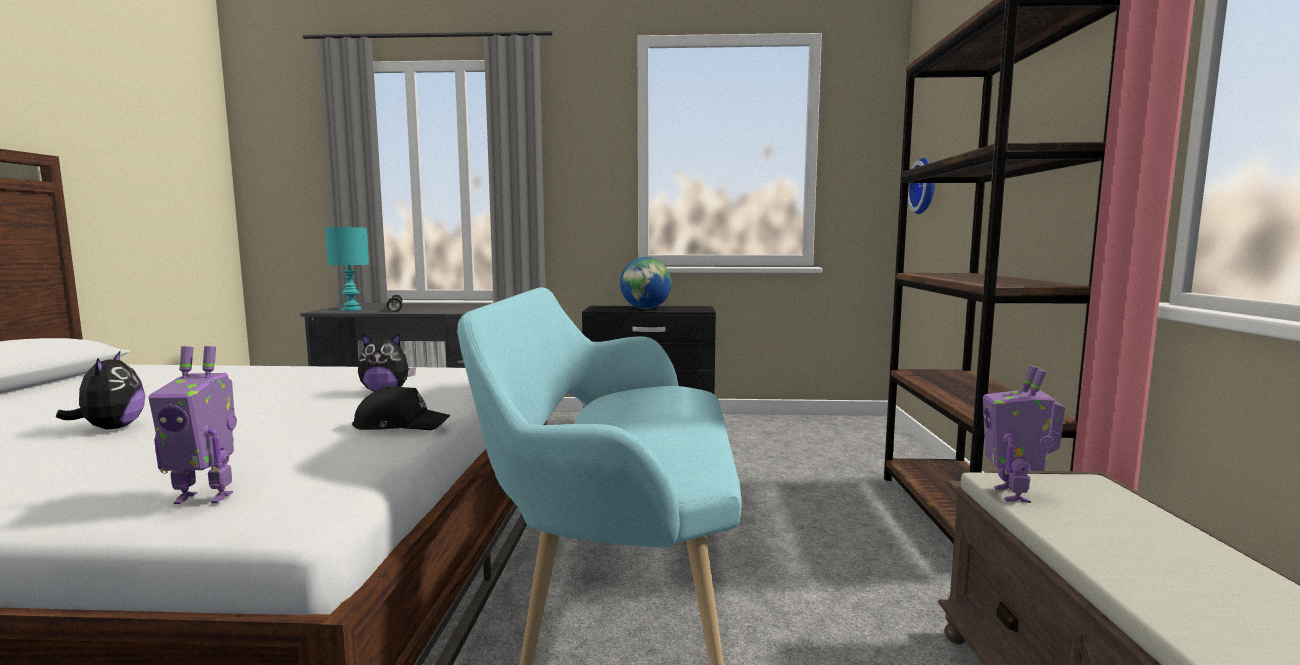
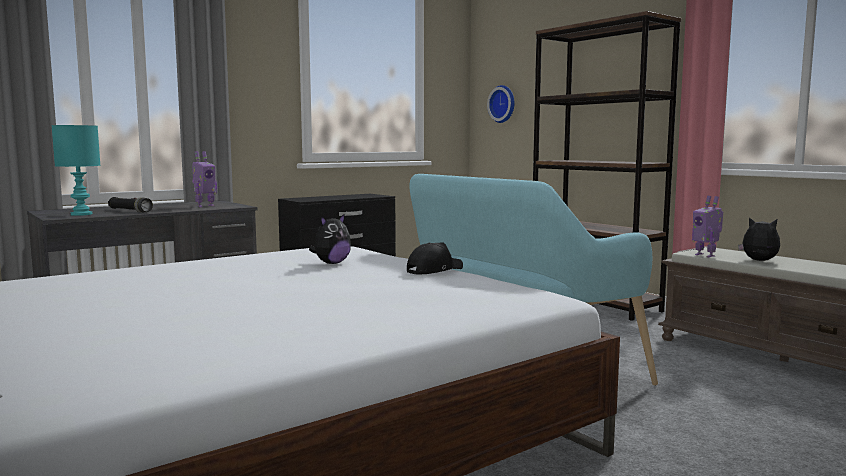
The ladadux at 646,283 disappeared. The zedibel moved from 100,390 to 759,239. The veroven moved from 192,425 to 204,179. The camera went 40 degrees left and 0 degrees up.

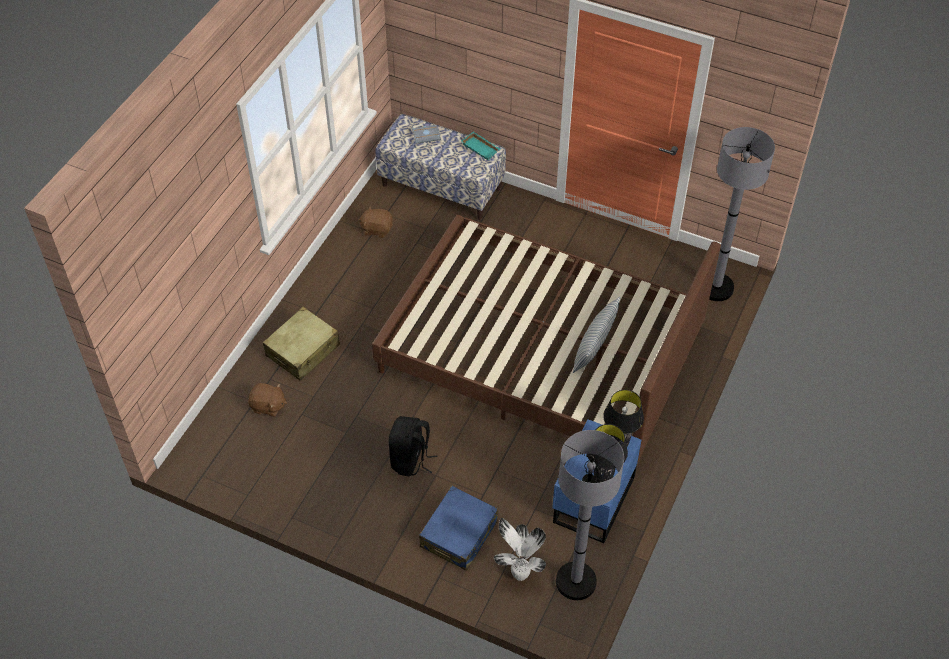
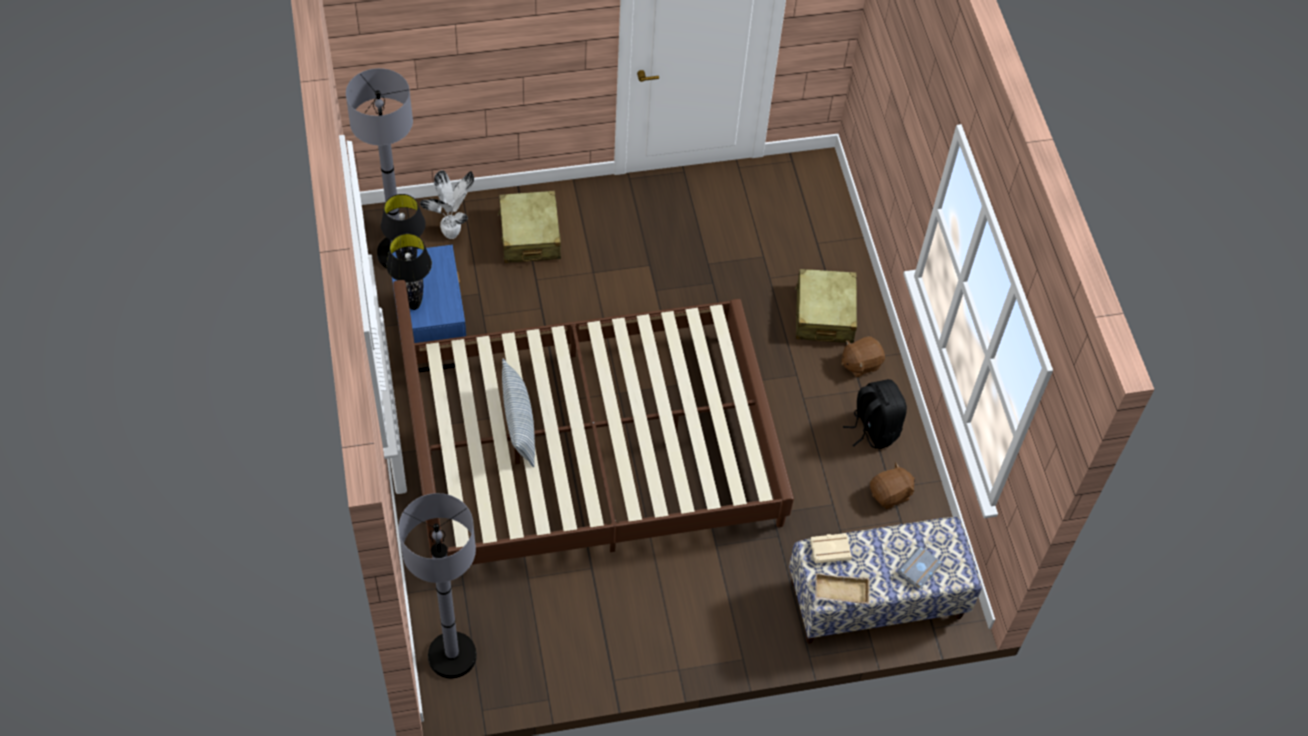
The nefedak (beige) at 831,548 appeared. The zedibel (brown) moved from 267,400 to 863,357. The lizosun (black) moved from 413,446 to 875,414. The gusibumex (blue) at 458,528 became the gusibumex (beige) at 529,227. The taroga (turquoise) at 480,146 became the taroga (beige) at 842,588. The camera went 140 degrees right and 5 degrees up.

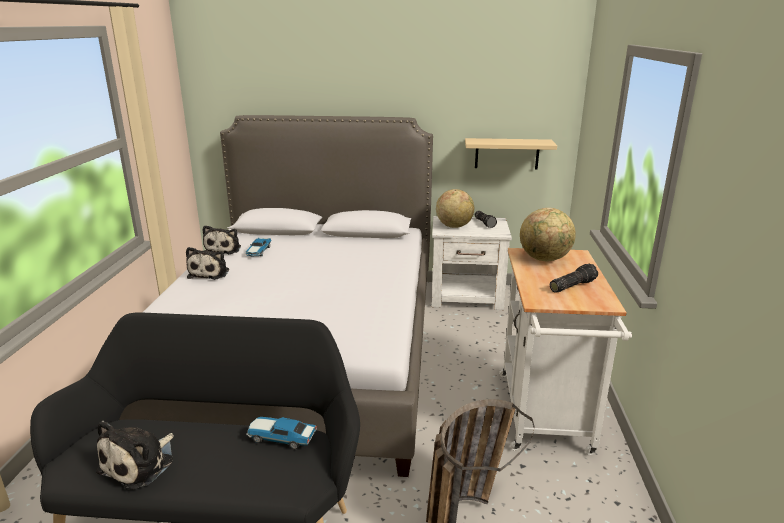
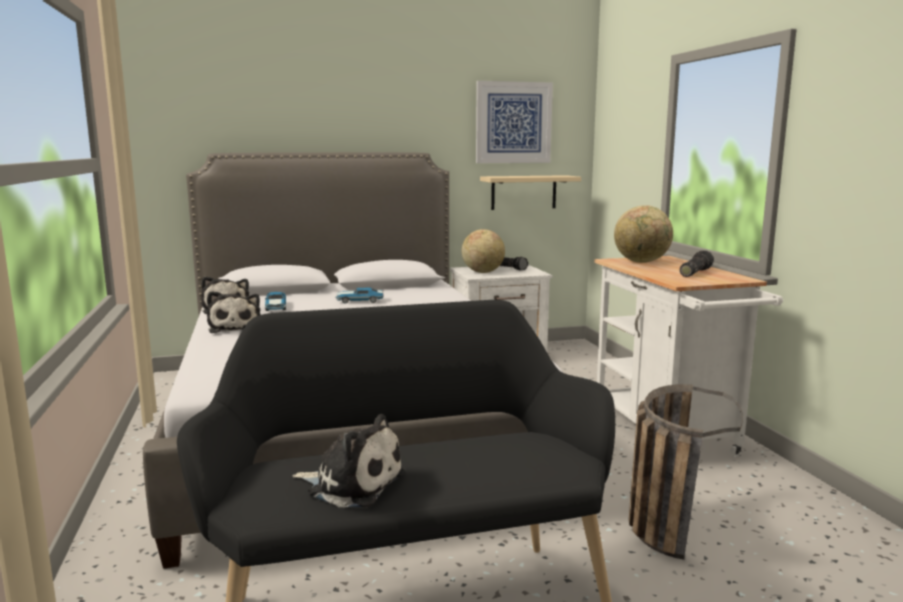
The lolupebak at 514,122 appeared. The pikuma moved from 281,433 to 359,296. The zedibel at 135,455 turned 75 degrees counterclockwise. The camera went 20 degrees left and 10 degrees down.

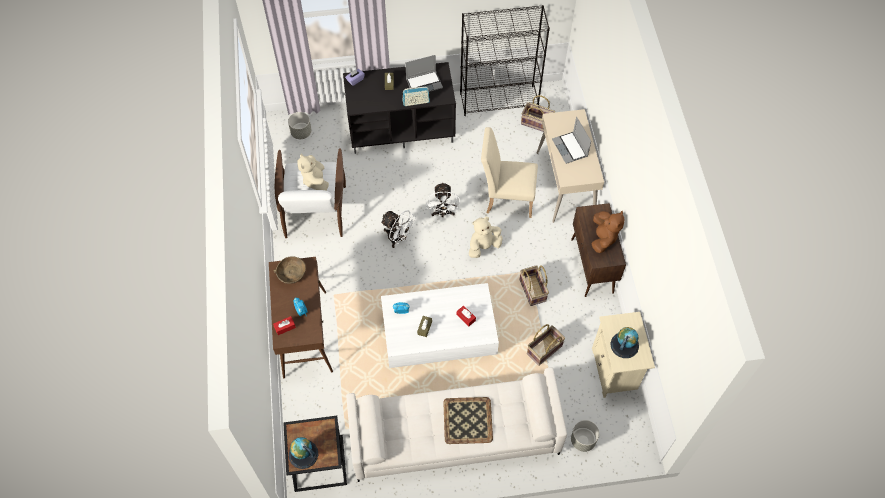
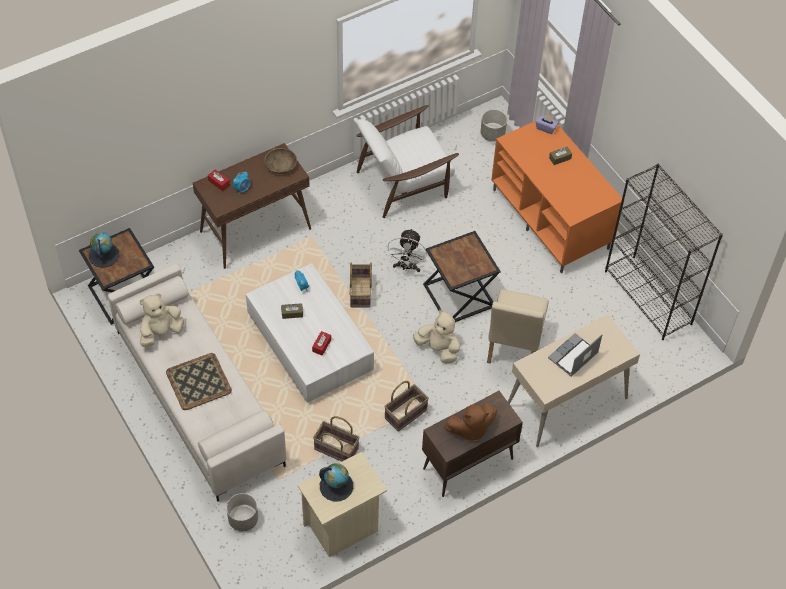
The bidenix at 416,96 disappeared. The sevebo at 424,73 disappeared. The zedibel (beige) moved from 313,171 to 162,320. The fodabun moved from 538,113 to 361,285. The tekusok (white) at 443,199 was replaced by the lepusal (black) at 462,276. The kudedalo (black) at 399,108 became the kudedalo (orange) at 557,194. The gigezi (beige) at 509,172 turned 150 degrees counterclockwise. The camera went 65 degrees right and 5 degrees down.

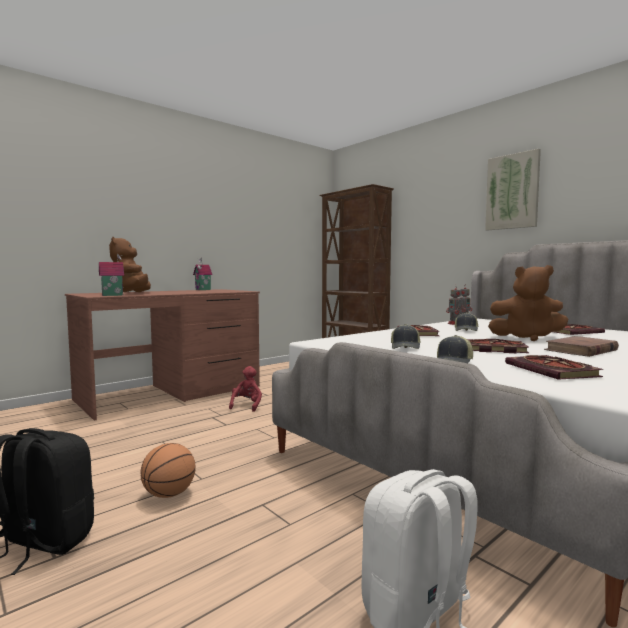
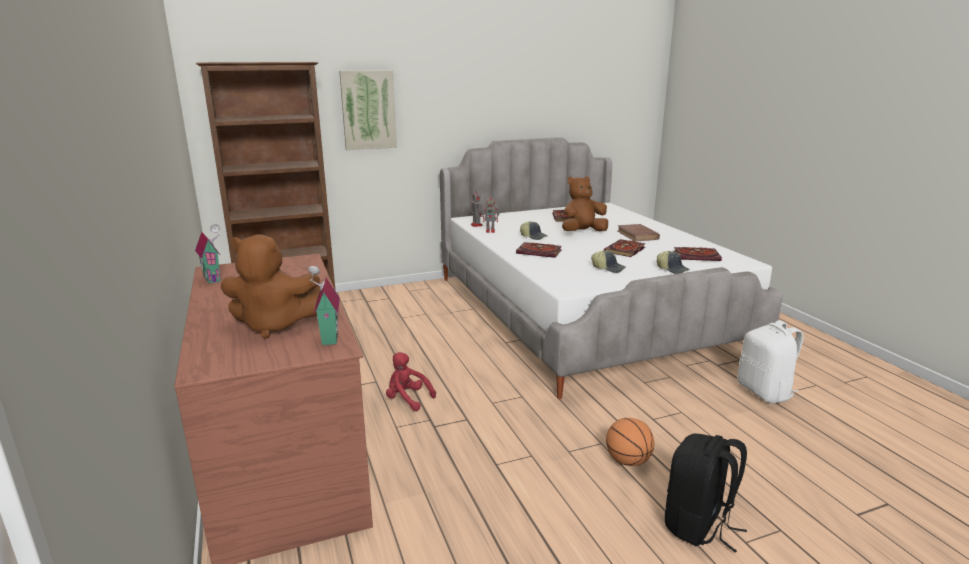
The lolupebak moved from 513,189 to 368,110. The zedibel (brown) at 528,303 turned 150 degrees counterclockwise. The camera went 70 degrees left and 15 degrees up.

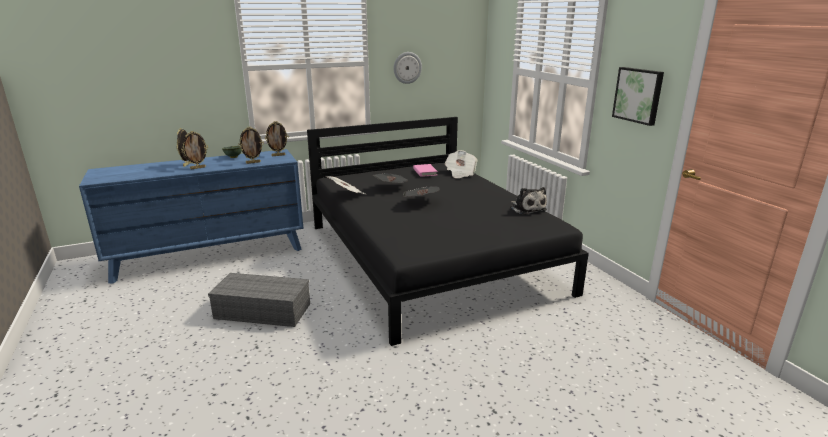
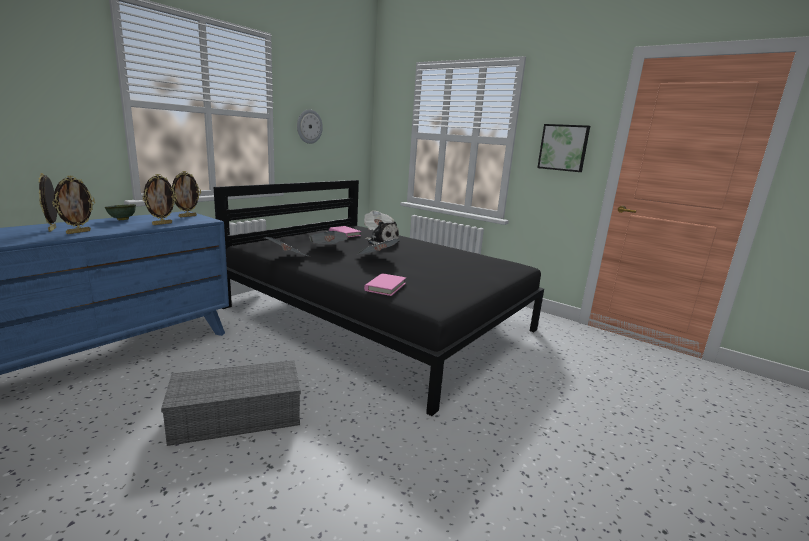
The nefedak (pink) at 385,284 appeared. The zedibel moved from 529,201 to 382,233. The camera went 30 degrees left and 5 degrees down.

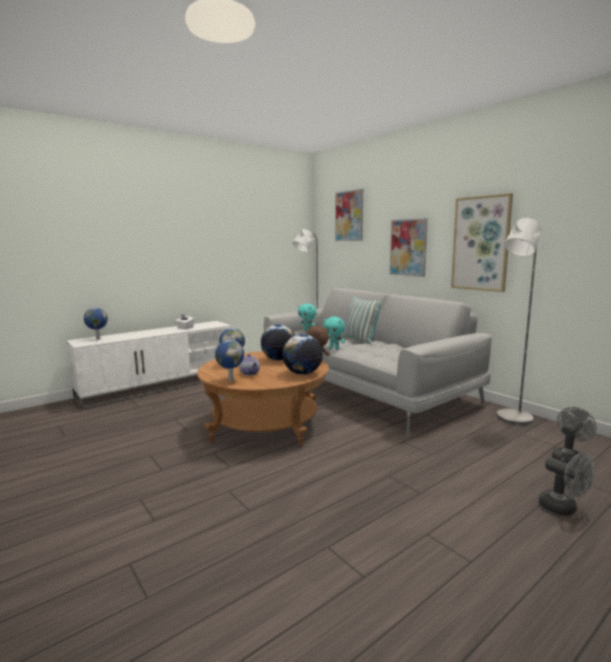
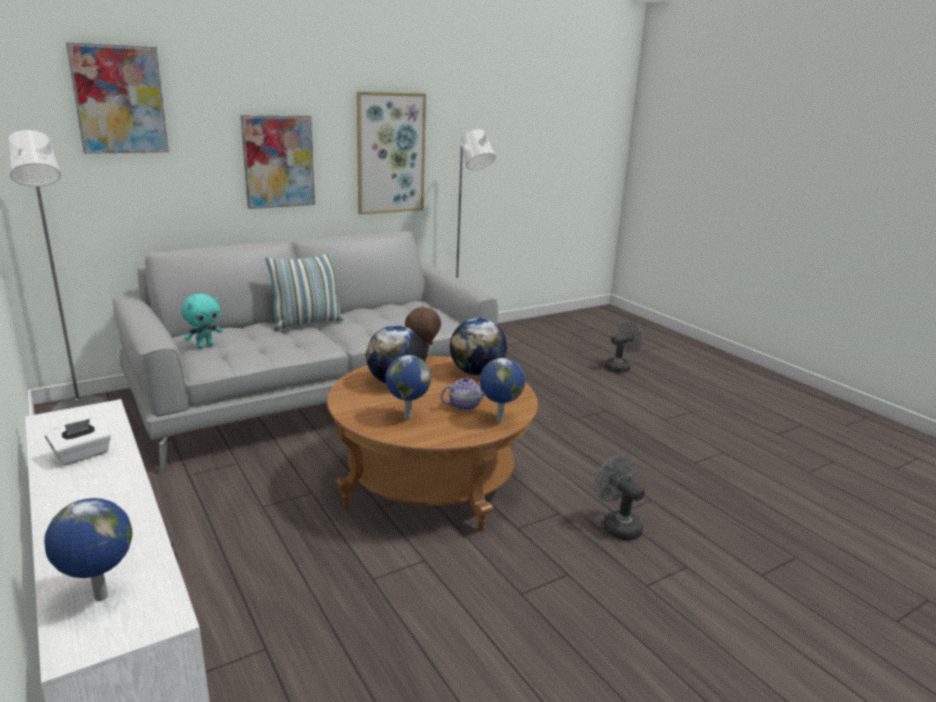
The zedibel (turquoise) at 334,333 disappeared. The tekusok (grey) moved from 574,436 to 619,497. The camera went 85 degrees left and 10 degrees up.

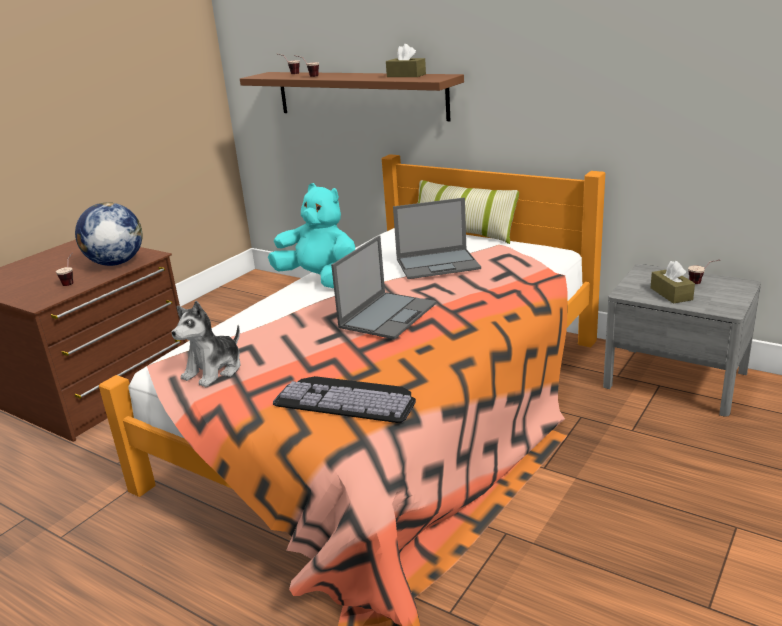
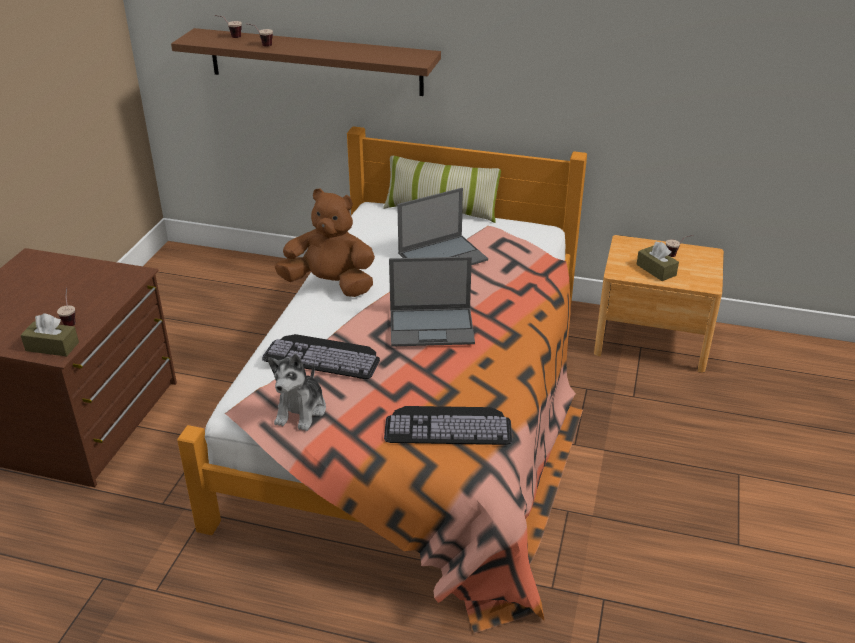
The ladadux at 109,234 disappeared. The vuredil at 321,356 appeared. The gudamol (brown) moved from 406,60 to 50,335. The zedibel (turquoise) at 311,235 became the zedibel (brown) at 325,242. The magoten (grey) at 682,340 became the magoten (brown) at 659,304. The sevebo at 384,287 turned 75 degrees clockwise. The camera went 20 degrees left and 10 degrees up.

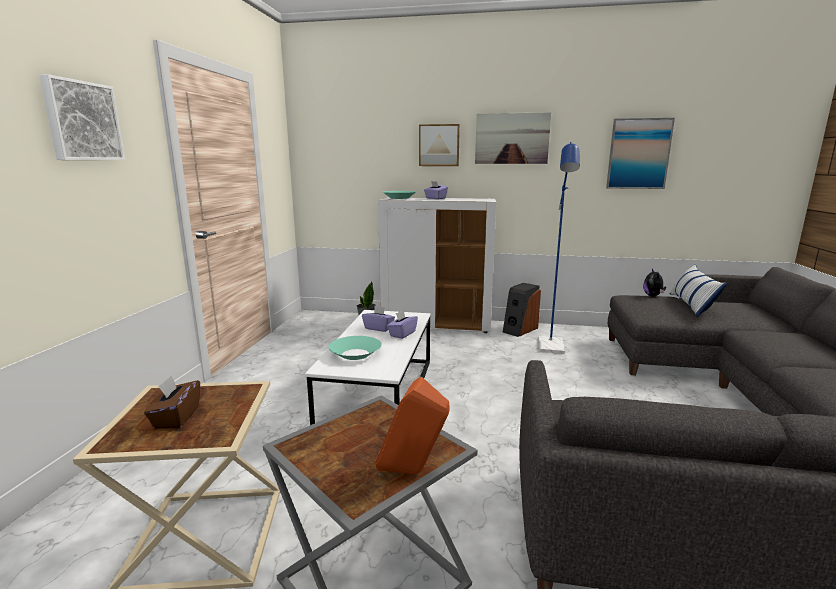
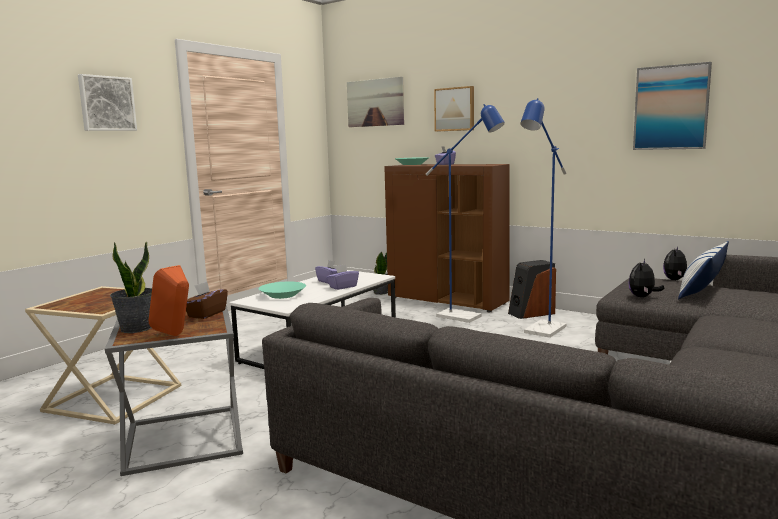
The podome at 131,287 appeared. The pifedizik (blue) at 465,213 appeared. The zedibel at 646,278 appeared. The gudamol (brown) moved from 172,402 to 207,300. The lolupebak moved from 513,138 to 375,102. The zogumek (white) at 437,265 became the zogumek (brown) at 446,238. The camera went 25 degrees right and 5 degrees down.

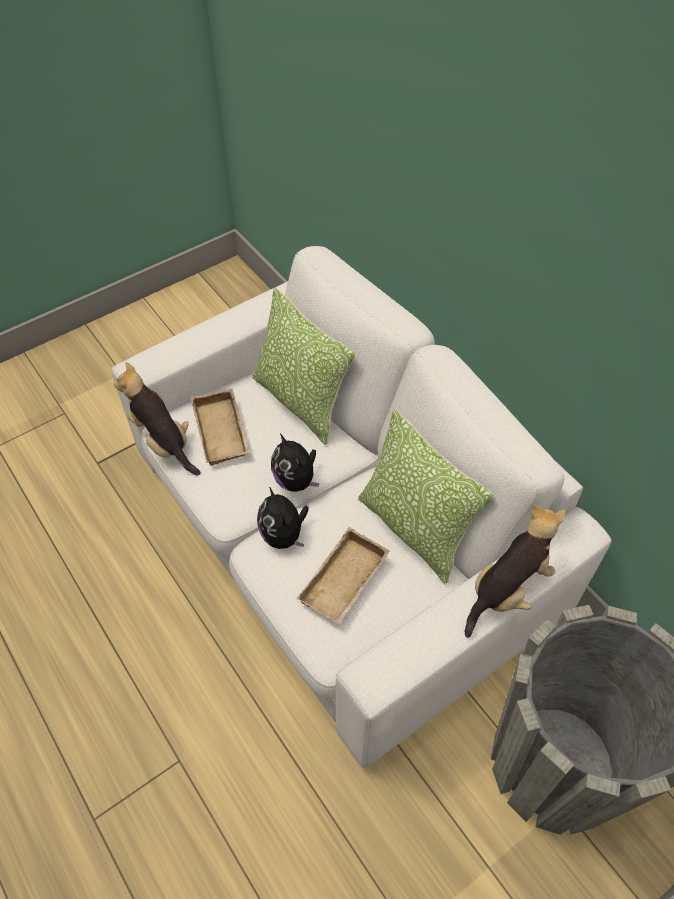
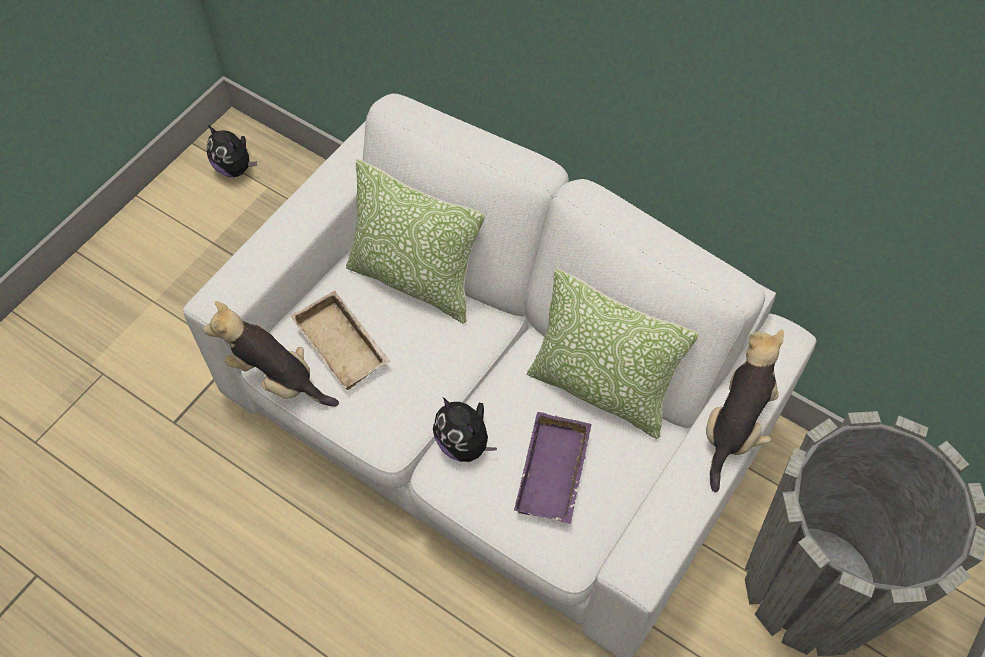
The zedibel moved from 295,463 to 231,151. The taroga (beige) at 343,576 became the taroga (purple) at 552,468. The camera went 20 degrees left and 5 degrees up.

